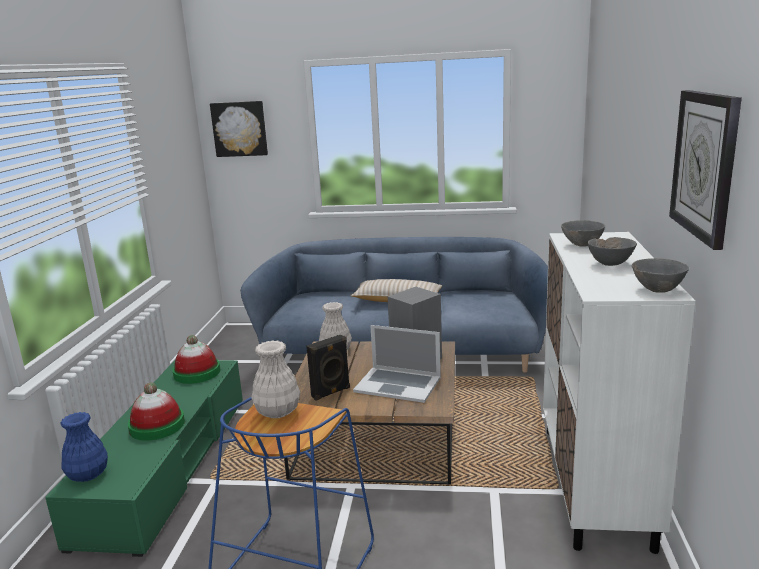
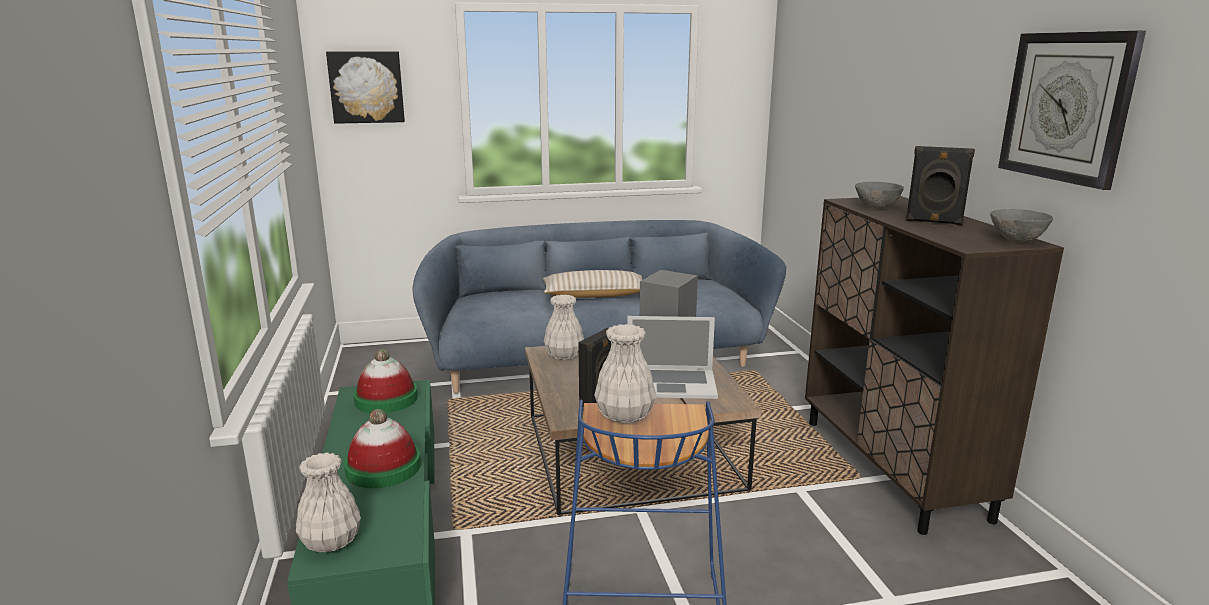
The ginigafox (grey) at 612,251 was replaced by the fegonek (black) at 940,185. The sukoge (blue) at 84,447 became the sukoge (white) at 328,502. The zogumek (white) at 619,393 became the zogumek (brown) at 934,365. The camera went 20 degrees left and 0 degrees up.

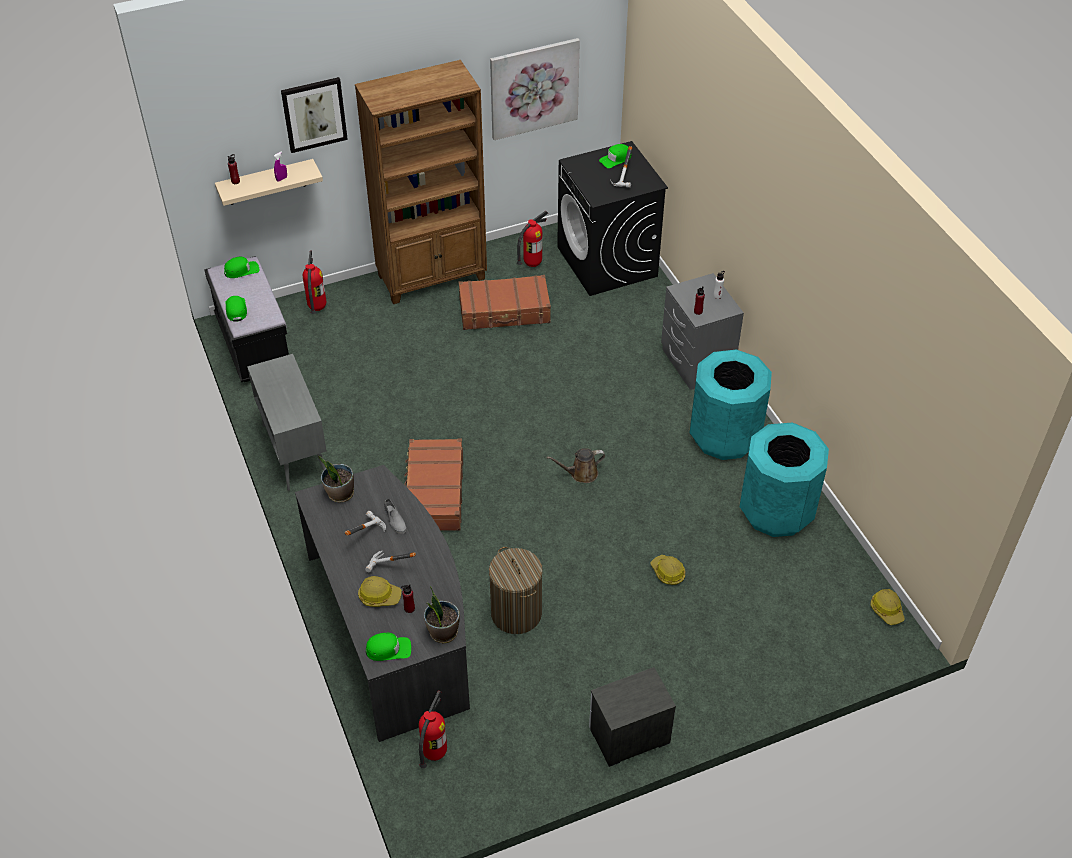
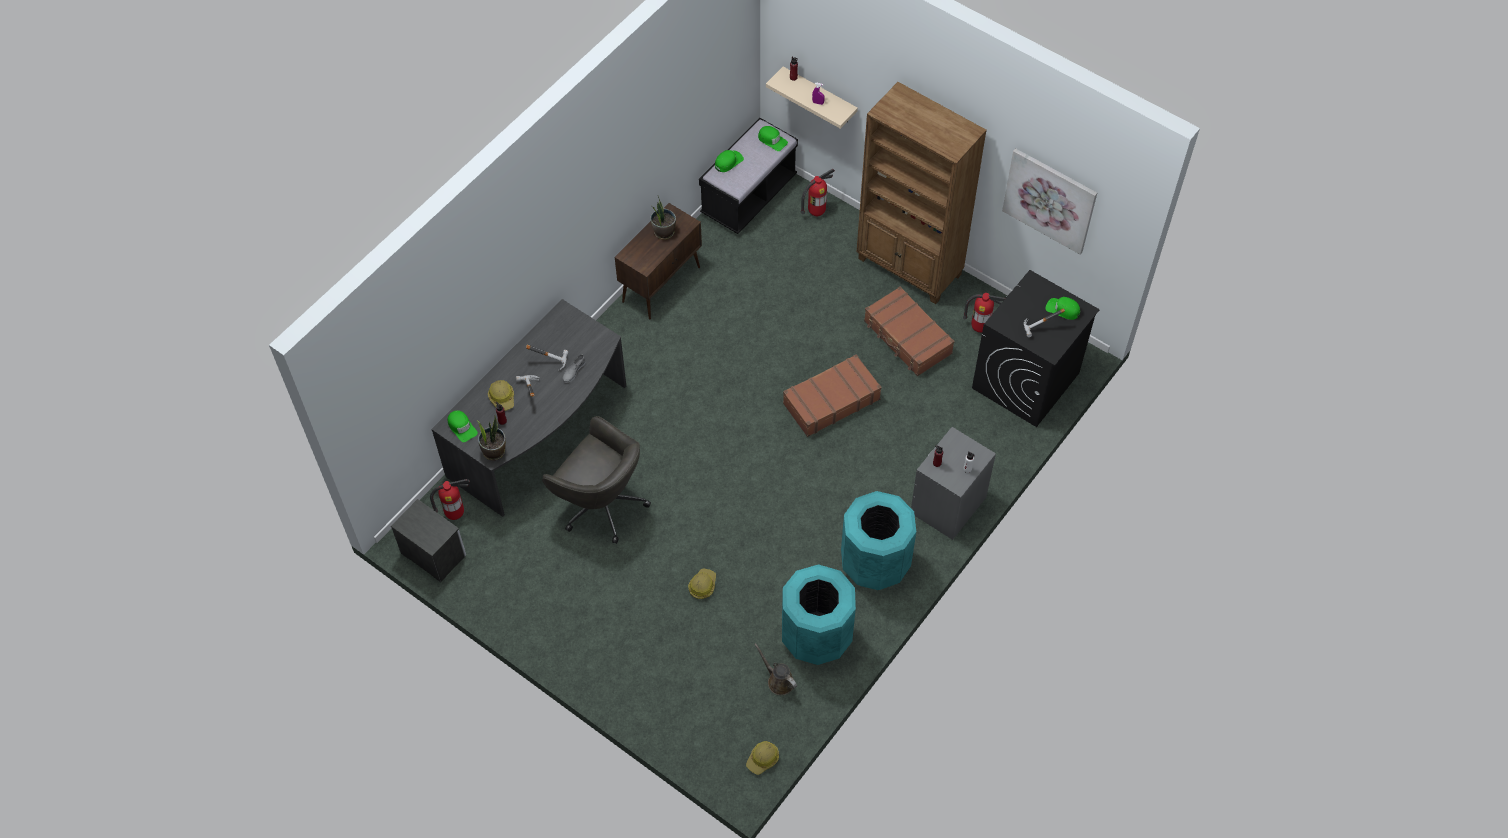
The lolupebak at 314,115 disappeared. The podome moved from 336,479 to 663,218. The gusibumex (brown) moved from 434,485 to 832,395. The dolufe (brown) moved from 576,465 to 775,669. The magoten moved from 632,717 to 428,540. The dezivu at 516,590 was replaced by the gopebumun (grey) at 596,480. The zogumek (grey) at 287,422 became the zogumek (brown) at 658,261. The camera went 60 degrees right and 10 degrees up.

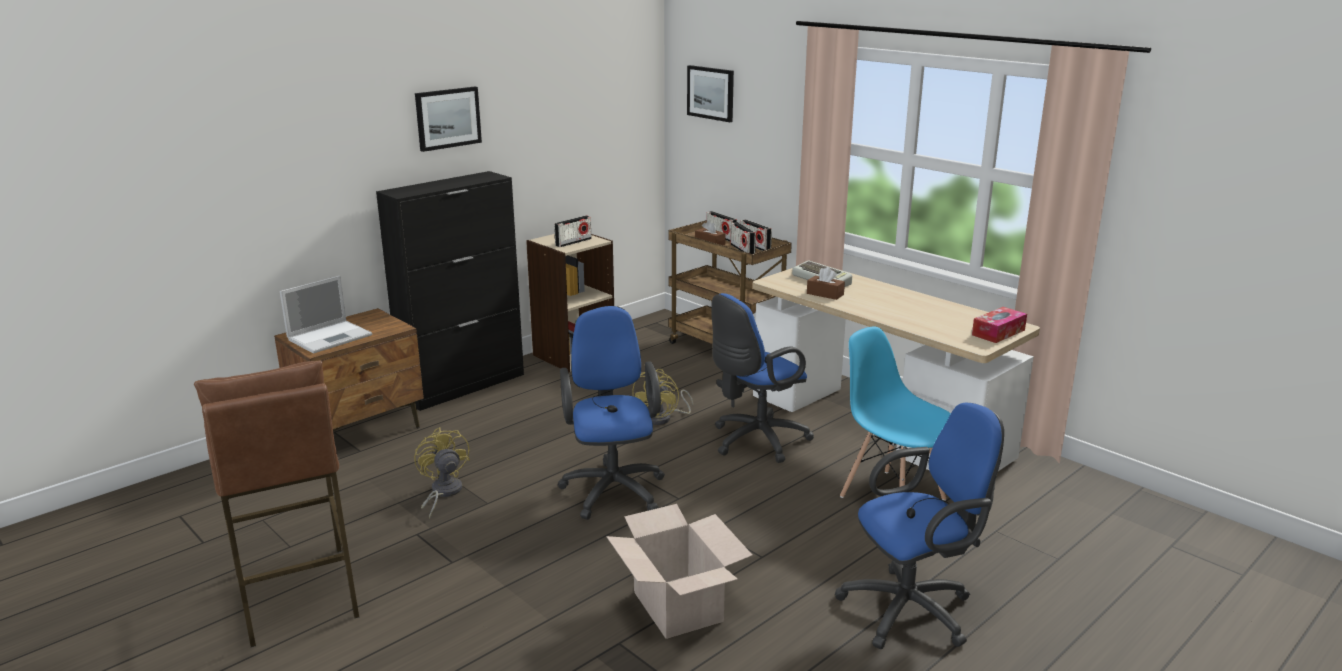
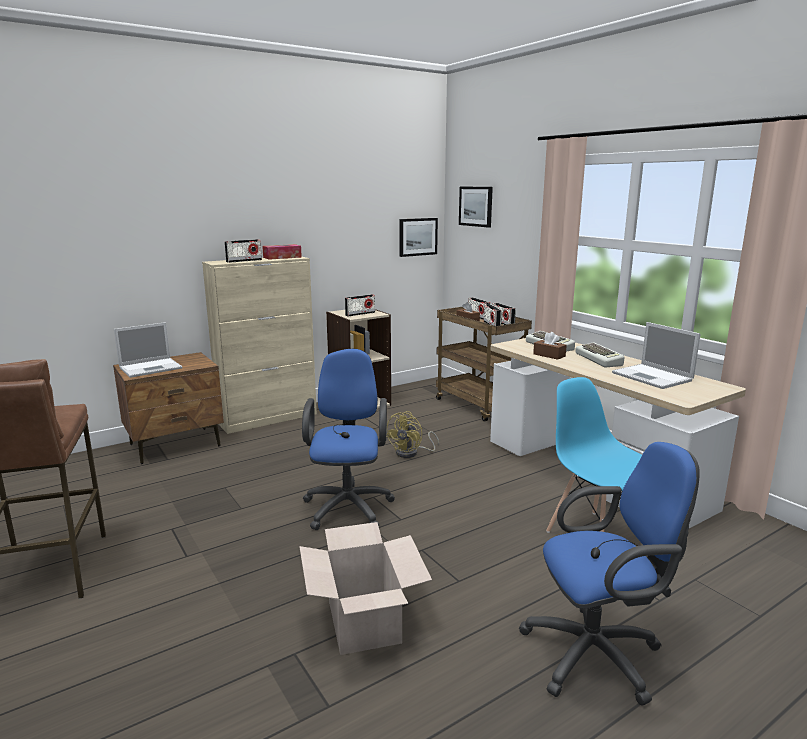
The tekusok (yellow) at 442,473 disappeared. The gopebumun (blue) at 762,378 disappeared. The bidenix at 243,251 appeared. The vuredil at 600,354 appeared. The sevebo at 656,355 appeared. The lolupebak moved from 448,119 to 418,237. The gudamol moved from 999,325 to 282,252. The zogumek (black) at 450,291 became the zogumek (beige) at 259,345. The camera went 10 degrees right and 5 degrees down.

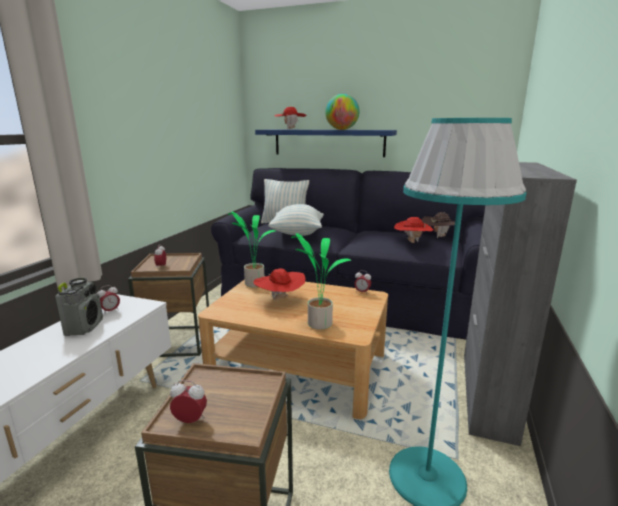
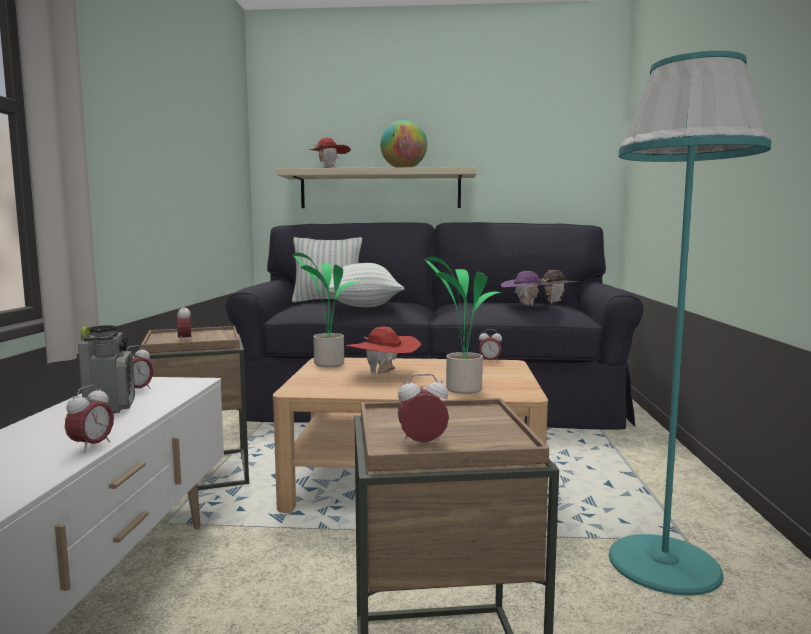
The zogumek (grey) at 520,304 disappeared. The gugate at 89,419 appeared. The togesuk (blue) at 326,143 became the togesuk (beige) at 376,187. The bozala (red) at 414,230 became the bozala (purple) at 526,288. The camera went 15 degrees left and 10 degrees down.

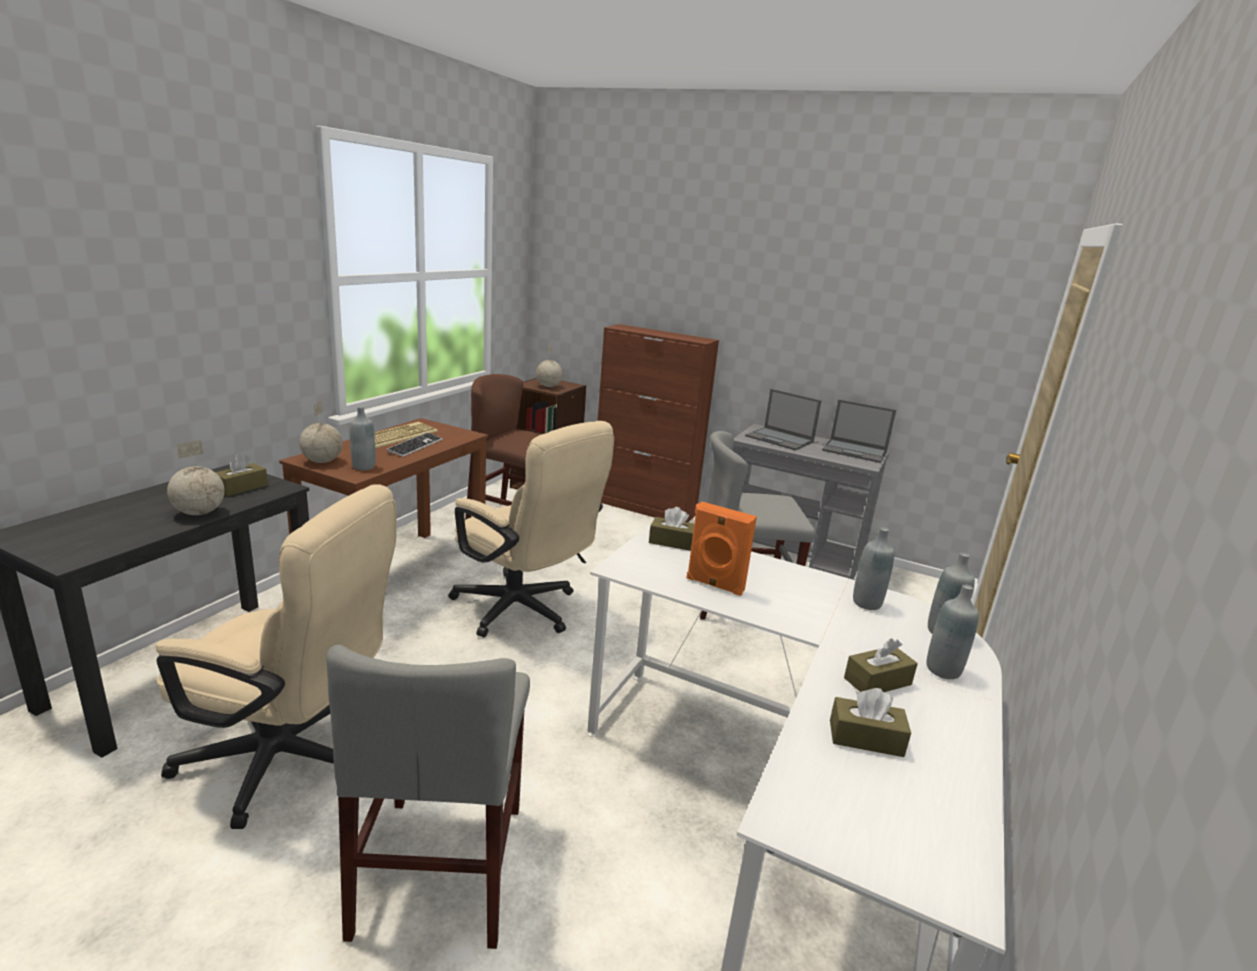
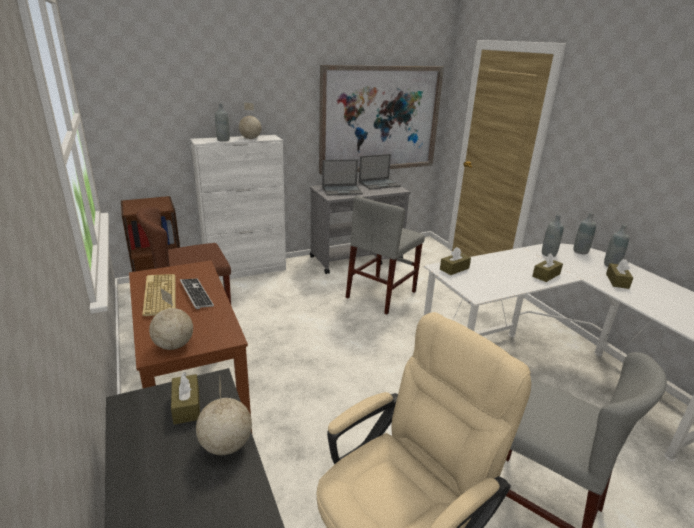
The gopebumun (beige) at 531,529 disappeared. The fegonek (orange) at 721,549 disappeared. The lolupebak at 381,120 appeared. The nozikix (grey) moved from 363,438 to 222,122. The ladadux moved from 549,366 to 250,120. The gudamol (brown) moved from 870,722 to 547,267. The zogumek (brown) at 658,423 became the zogumek (white) at 238,208. The camera went 50 degrees left and 5 degrees up.

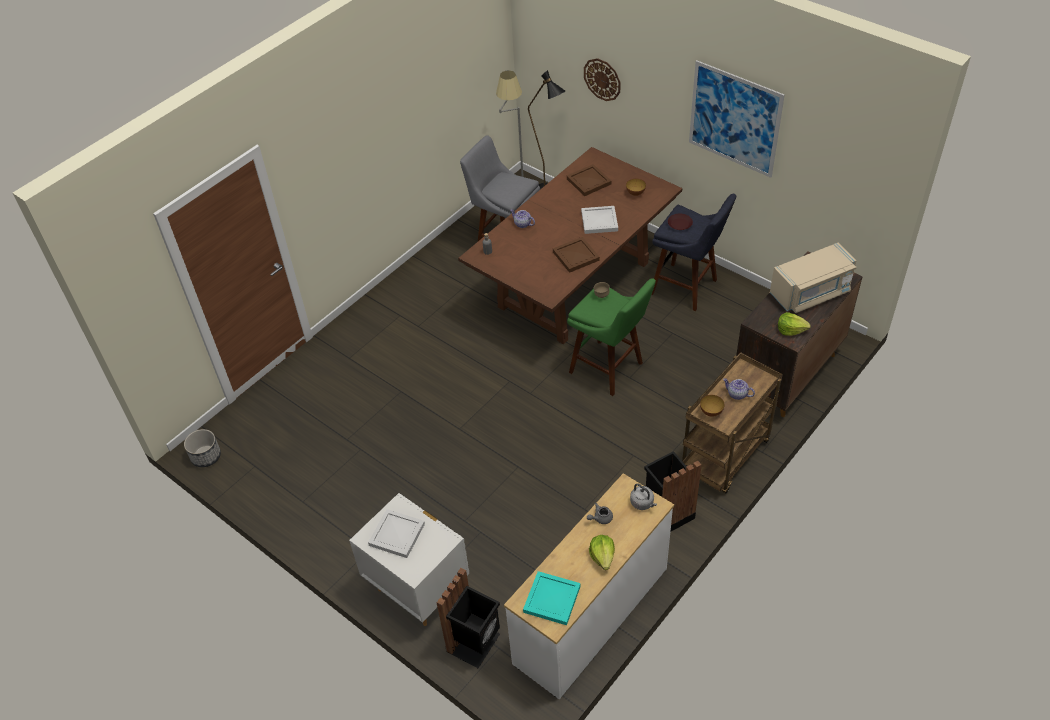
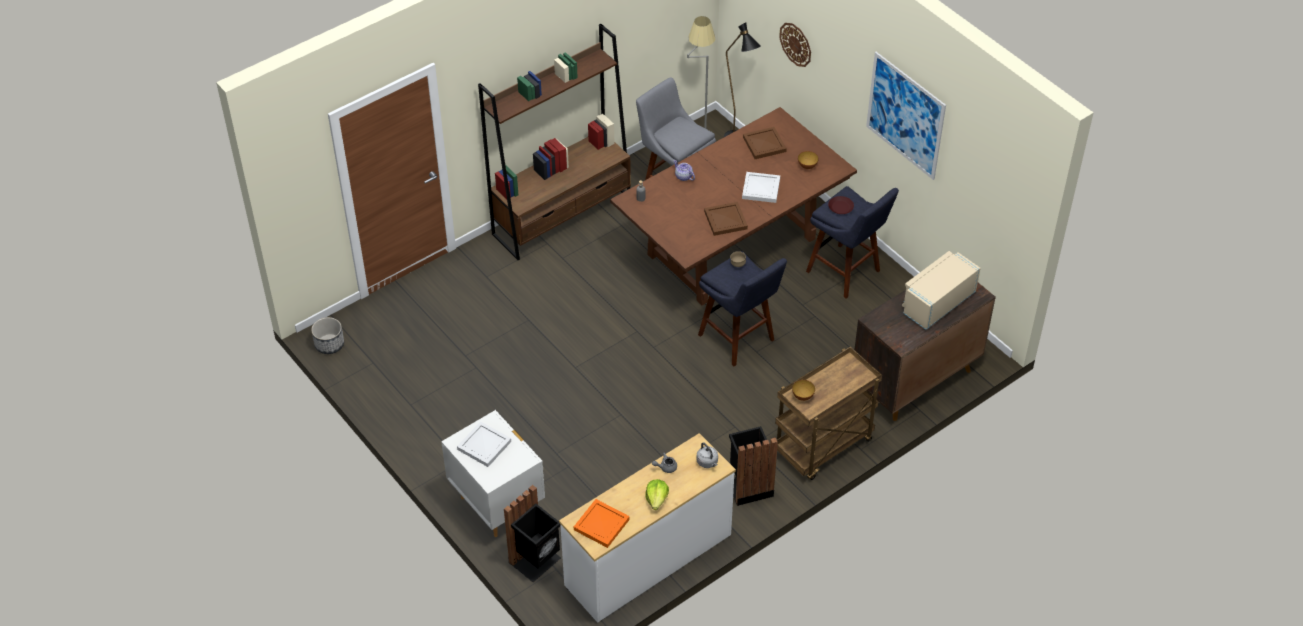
The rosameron at 739,389 disappeared. The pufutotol at 794,324 disappeared. The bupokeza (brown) at 554,141 appeared. The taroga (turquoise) at 552,598 became the taroga (orange) at 602,523. The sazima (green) at 611,337 became the sazima (blue) at 742,308. The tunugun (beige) at 813,278 turned 150 degrees clockwise. The camera went 10 degrees right and 0 degrees up.

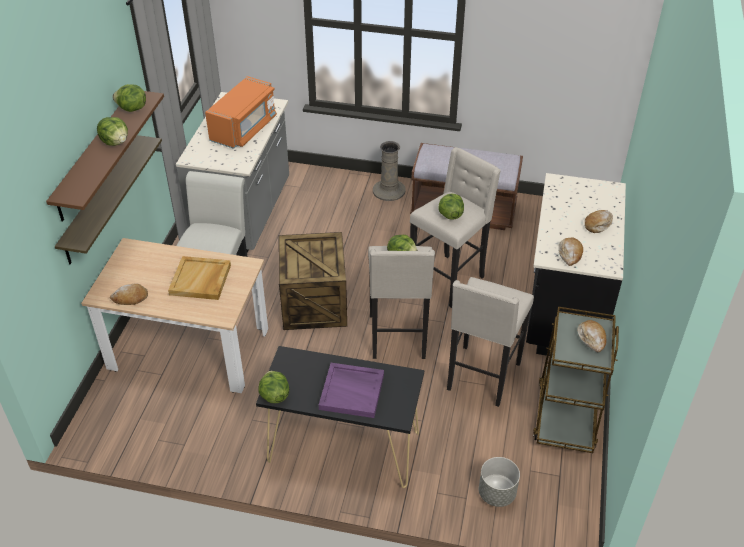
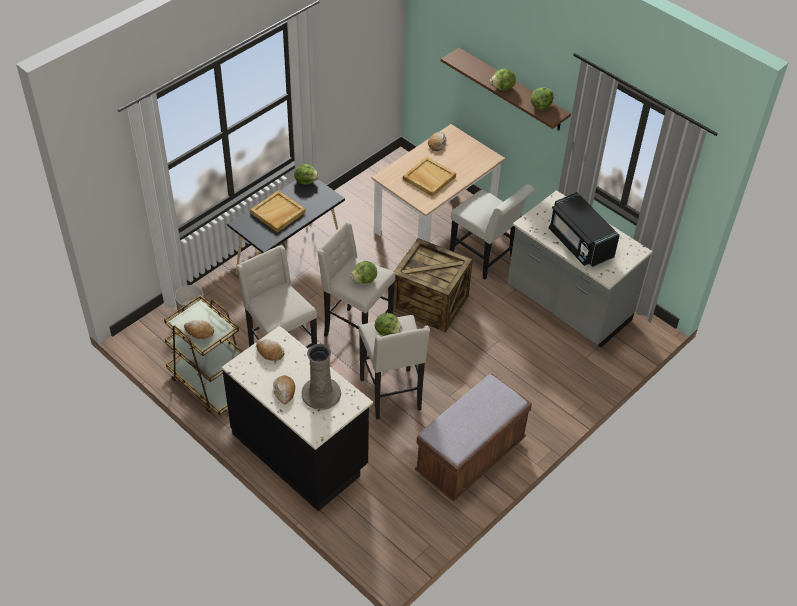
The togesuk at 108,199 disappeared. The sukoge (beige) moved from 389,171 to 321,377. The tunugun (orange) at 241,112 became the tunugun (black) at 584,229. The taroga (purple) at 351,390 became the taroga (beige) at 278,211. The camera went 120 degrees right and 5 degrees up.

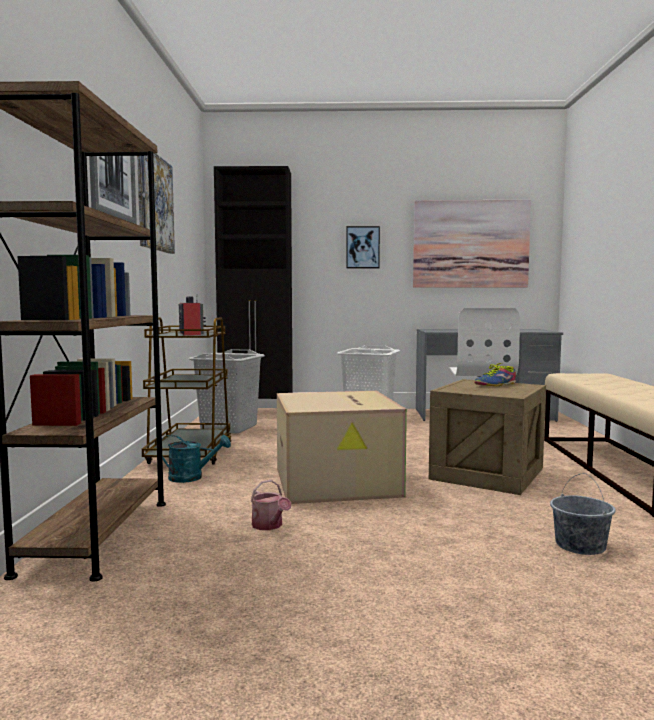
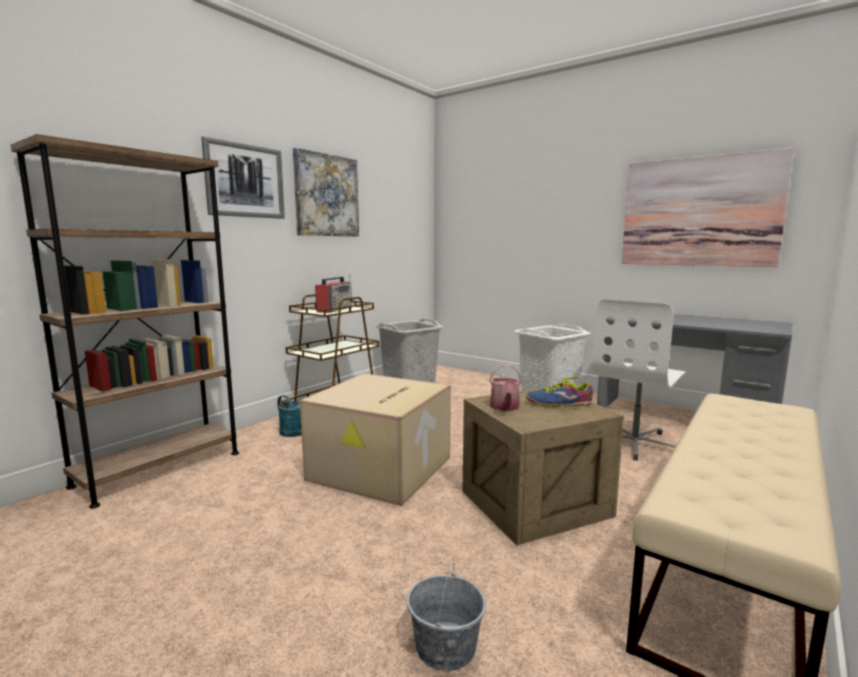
The zogumek (black) at 253,282 disappeared. The lolupebak at 363,247 disappeared. The dolufe moved from 271,505 to 505,388. The camera went 35 degrees right and 5 degrees up.

